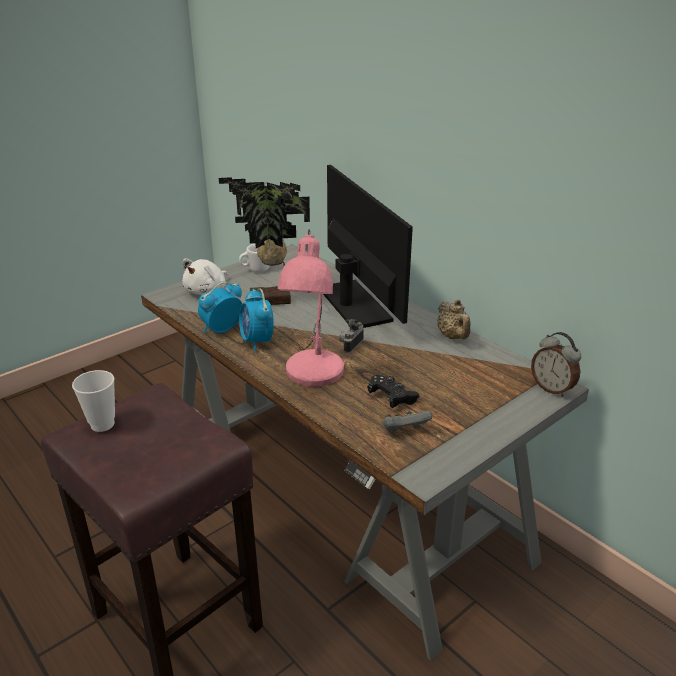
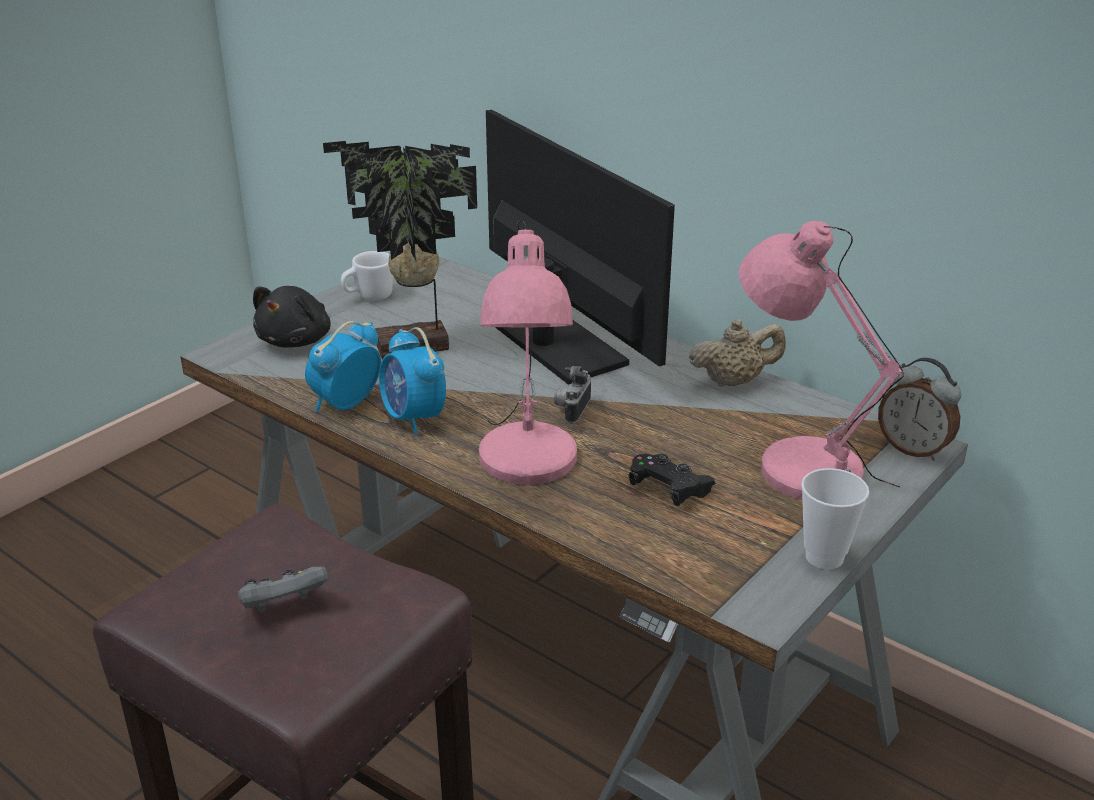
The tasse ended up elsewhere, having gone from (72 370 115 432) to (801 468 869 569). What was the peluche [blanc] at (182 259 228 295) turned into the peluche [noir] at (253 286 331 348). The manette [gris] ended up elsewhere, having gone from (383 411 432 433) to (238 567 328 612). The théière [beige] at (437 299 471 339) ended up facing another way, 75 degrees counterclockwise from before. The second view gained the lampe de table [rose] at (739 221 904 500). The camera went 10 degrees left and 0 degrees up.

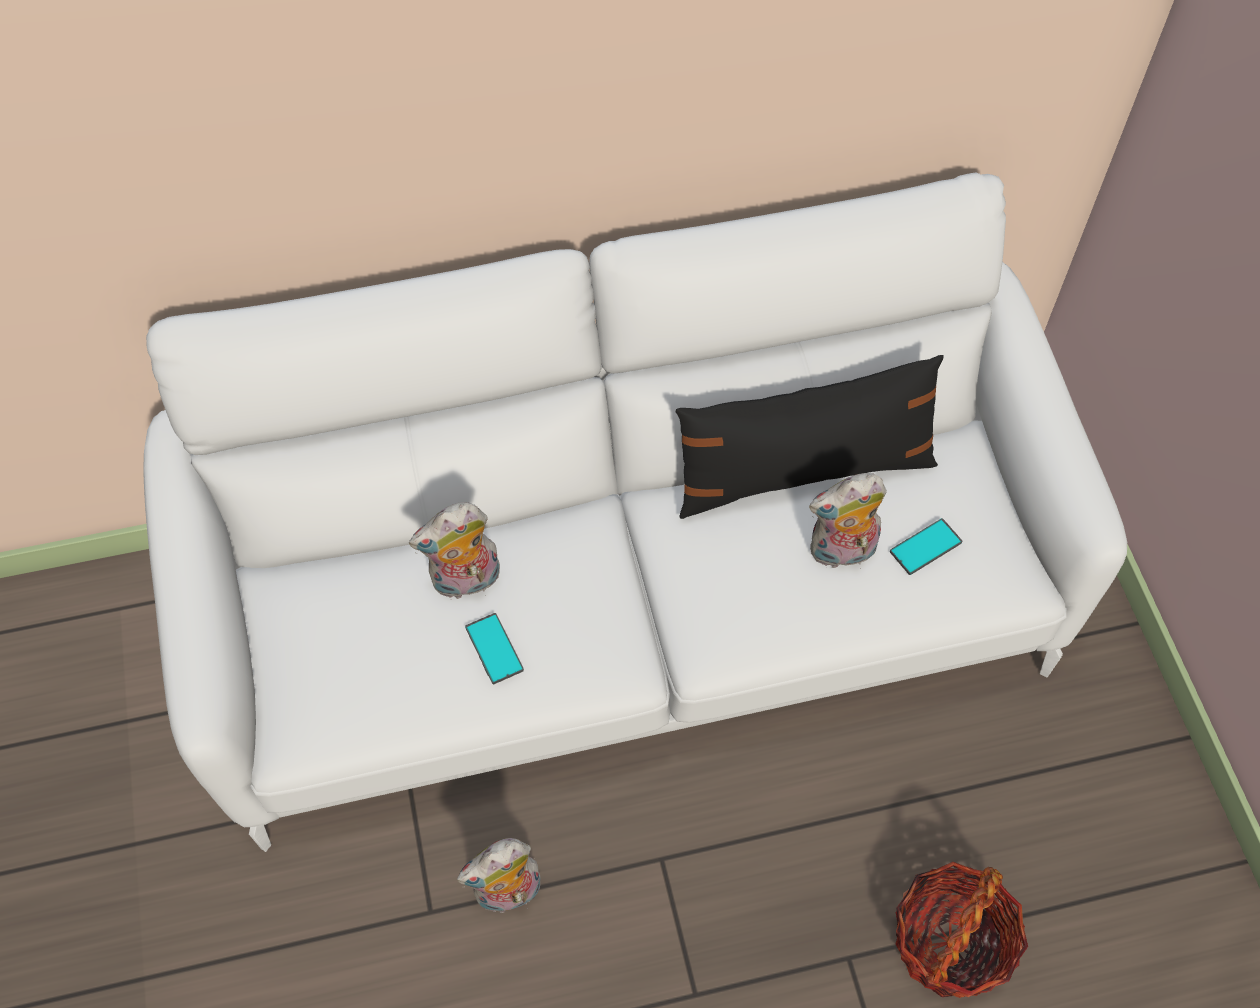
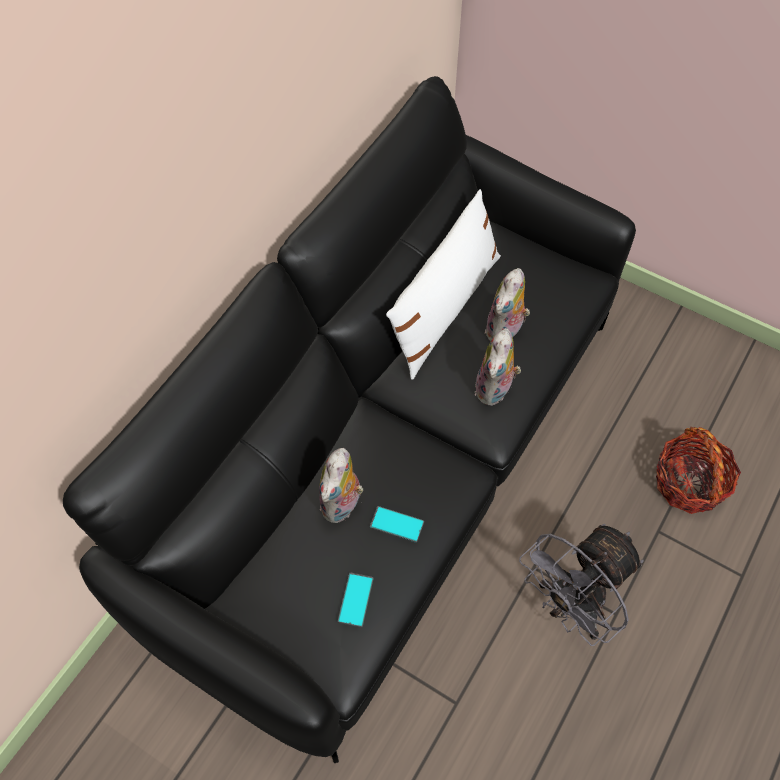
What was the canapé [blanc] at (143 172 1127 852) turned into the canapé [noir] at (63 76 636 763). The peluche ended up elsewhere, having gone from (457 838 541 913) to (474 328 521 406). What was the coussin [noir] at (676 355 944 519) turned into the coussin [blanc] at (386 189 501 380). The téléphone ended up elsewhere, having gone from (890 518 962 575) to (338 572 374 628). The second view gained the ventilateur [gris] at (519 524 644 646). The camera went 45 degrees left and 0 degrees up.

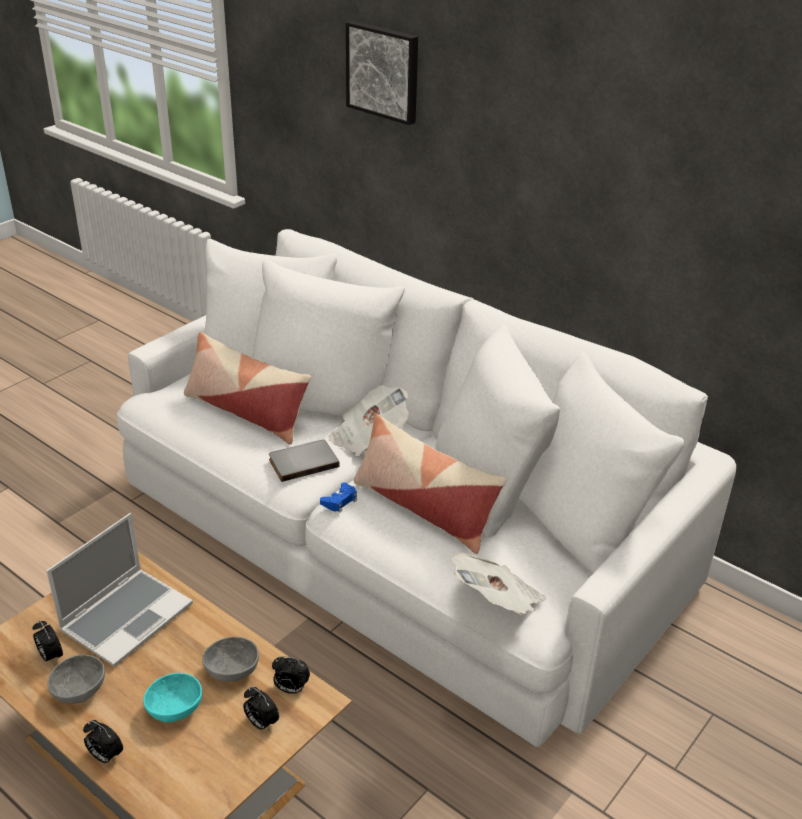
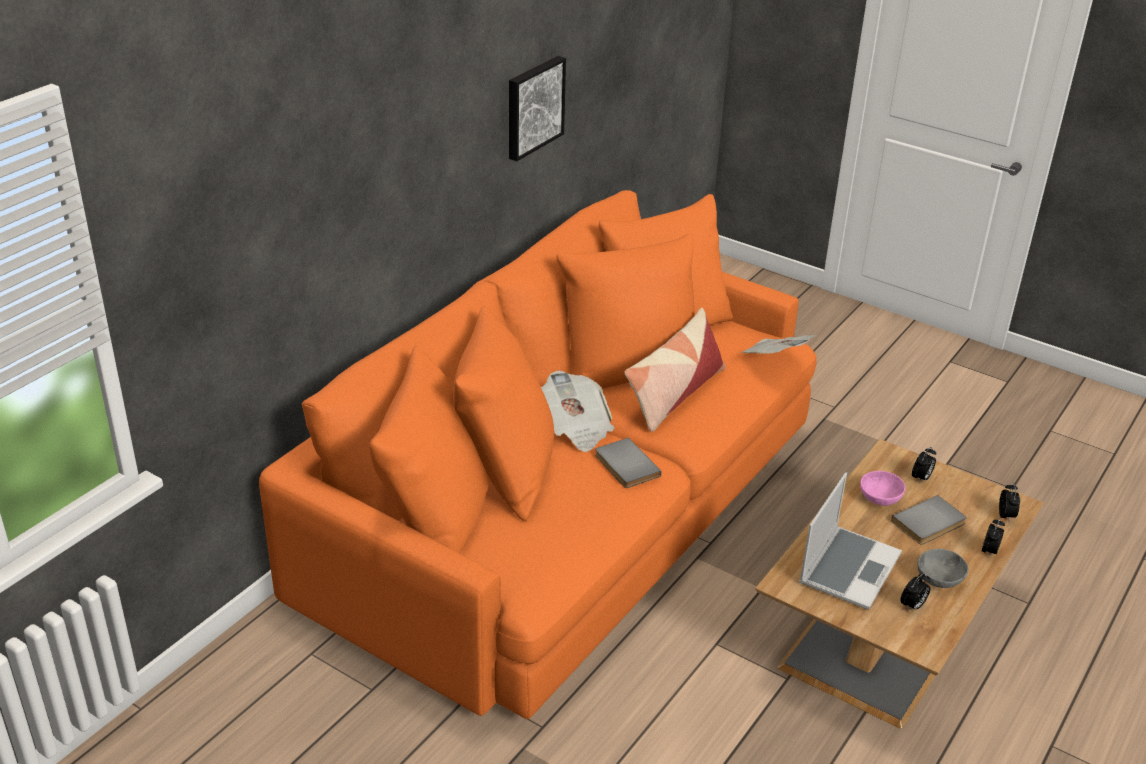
The ordinateur portable at (46 513 193 667) ended up facing another way, 90 degrees clockwise from before. What was the canapé [blanc] at (117 229 736 747) turned into the canapé [orange] at (259 190 817 719). Where the bol [turquoise] stood at (143 673 202 722), the livre [gris] came to stand at (891 495 967 545). The second view lost the coussin at (184 332 311 444). What was the bol [gris] at (202 637 259 682) turned into the bol [rose] at (860 471 906 506). The réveil ended up elsewhere, having gone from (272 656 310 694) to (999 483 1020 521). The second view lost the manette [bleu] at (320 482 357 512). The tableau ended up elsewhere, having gone from (346 21 418 125) to (509 56 566 161). The camera went 95 degrees left and 0 degrees up.

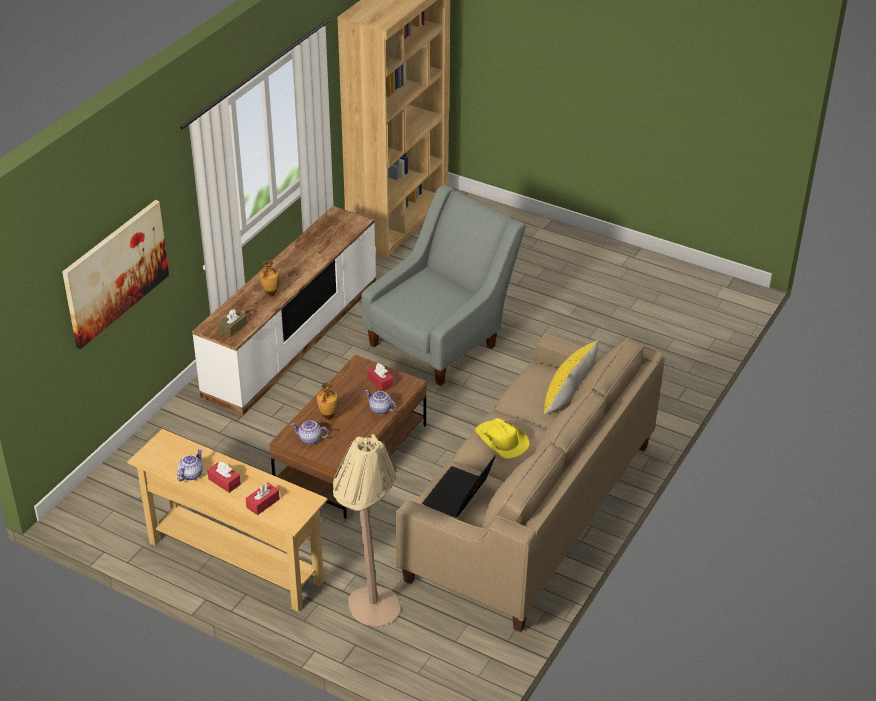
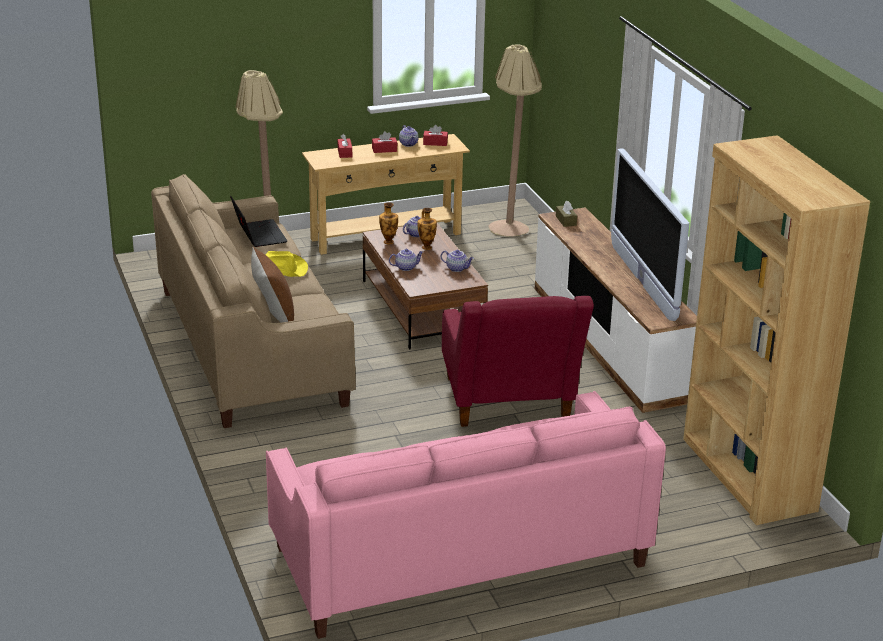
The second view lost the tableau at (62 200 169 349). The vase ended up elsewhere, having gone from (259 260 279 300) to (379 202 398 244). What was the fauteuil [gris] at (361 185 526 386) turned into the fauteuil [rouge] at (442 296 594 427). The boîte à mouchoirs [rouge] ended up elsewhere, having gone from (367 363 394 391) to (423 125 448 146). What was the coussin [jaune] at (544 340 599 415) turned into the coussin [marron] at (251 247 294 322). The second view gained the canapé [rose] at (266 391 666 639). The second view gained the théière at (441 250 474 272). The second view gained the lampadaire [beige] at (489 44 542 237). The second view gained the téléviseur at (611 148 689 321). The camera went 130 degrees right and 10 degrees down.

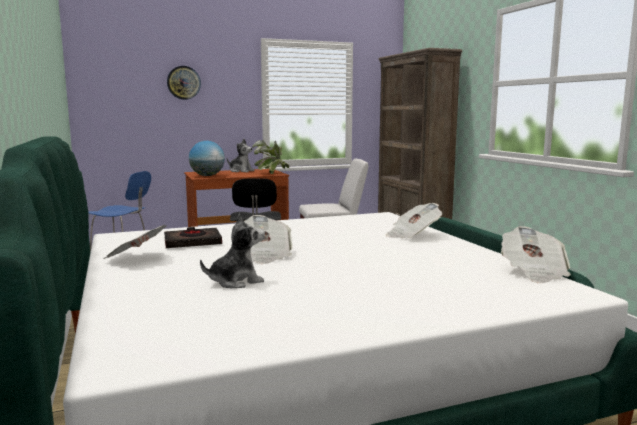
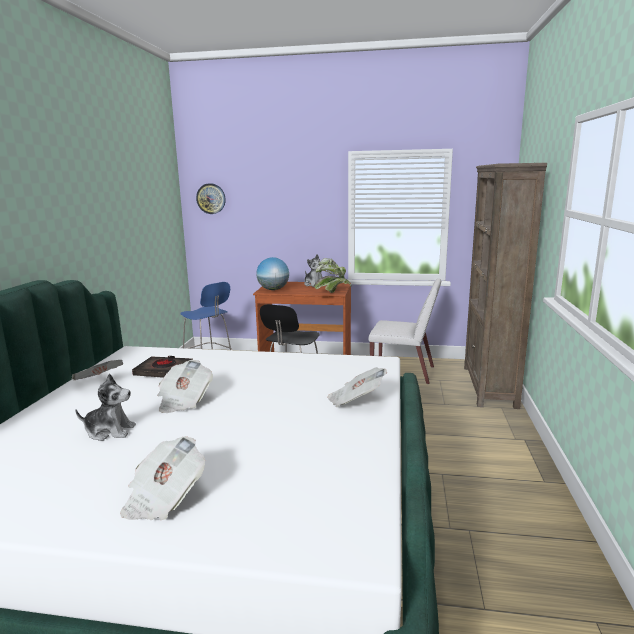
The horloge murale ended up elsewhere, having gone from (167 66 201 100) to (196 183 226 214). The journal ended up elsewhere, having gone from (501 226 571 283) to (120 436 205 520). The camera went 30 degrees right and 5 degrees up.

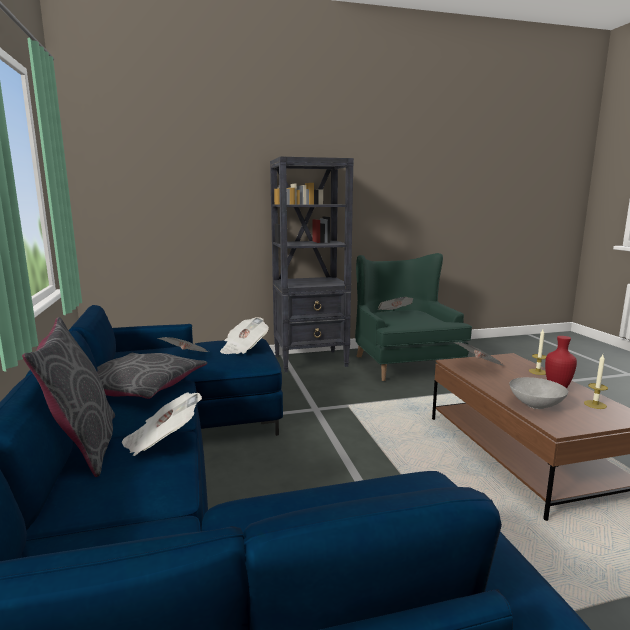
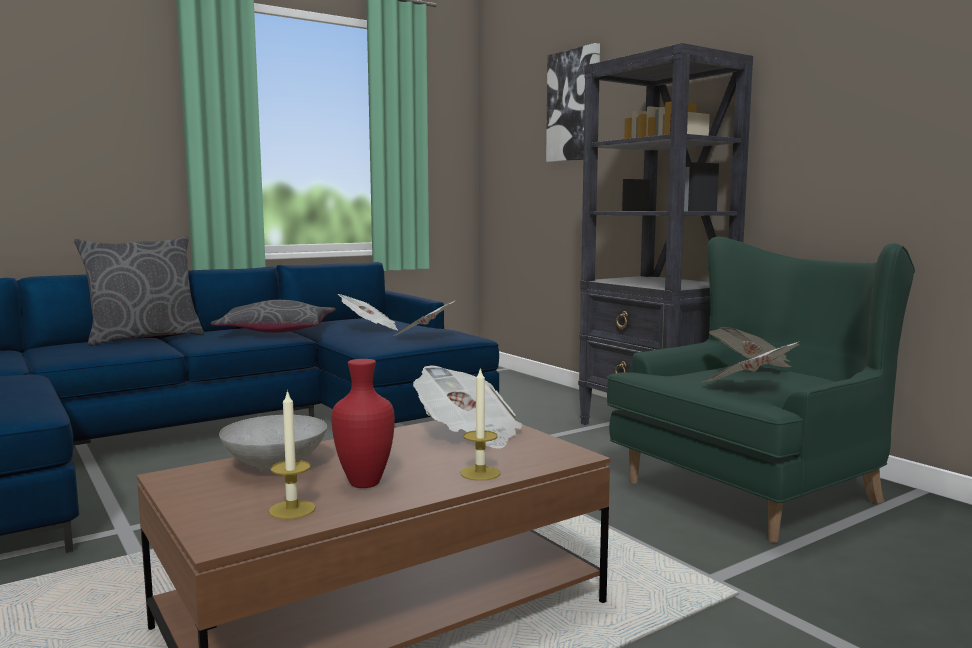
The journal ended up elsewhere, having gone from (122 392 202 456) to (702 342 799 382). The second view gained the tableau at (546 43 600 162). The camera went 70 degrees right and 5 degrees down.

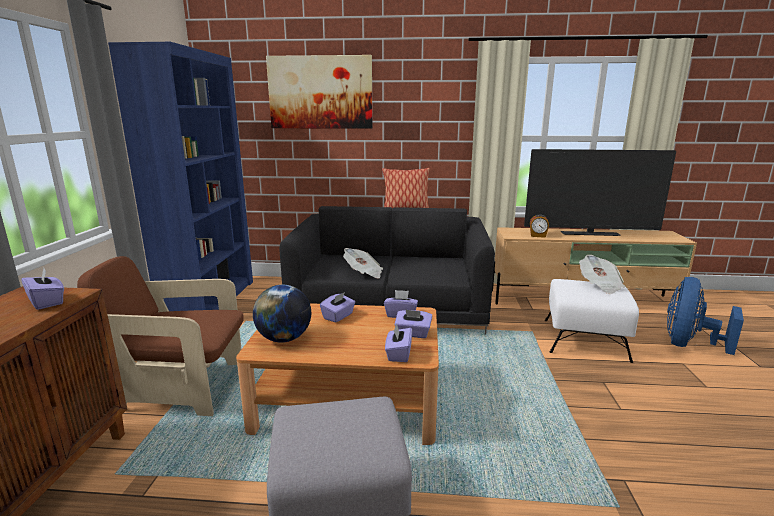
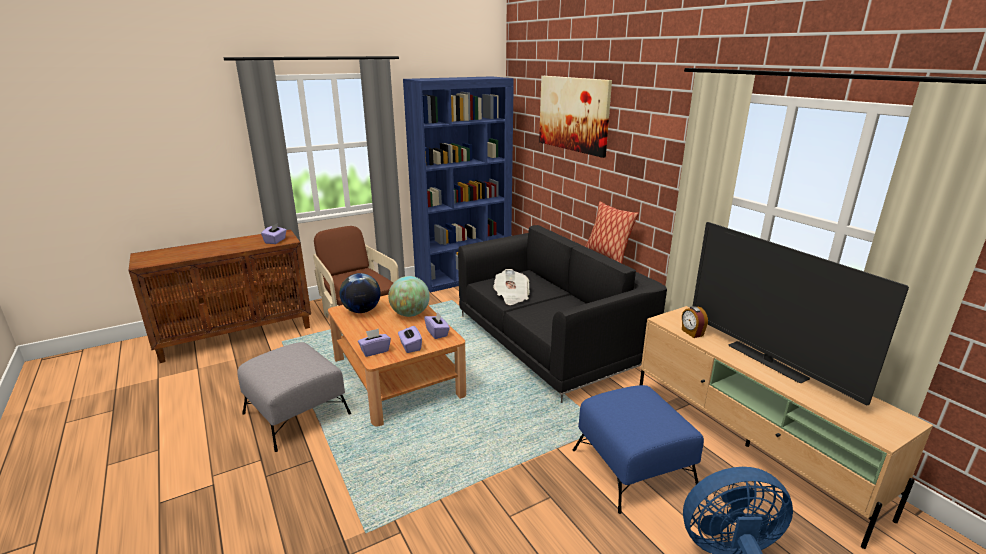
Where the boîte à mouchoirs [violet] stood at (320 292 355 323), the globe came to stand at (388 276 430 317). What was the pouf [blanc] at (545 279 639 363) turned into the pouf [bleu] at (573 385 704 514). The second view lost the journal at (579 255 626 294). The camera went 55 degrees right and 5 degrees up.

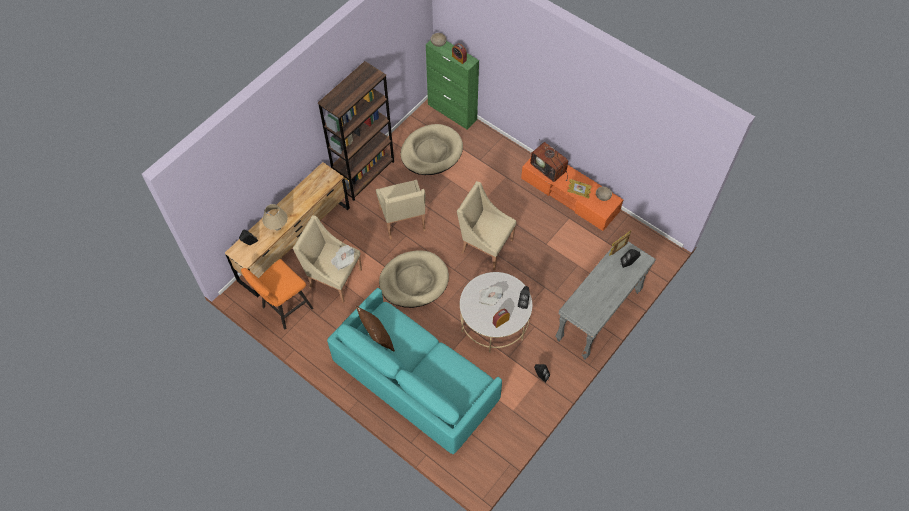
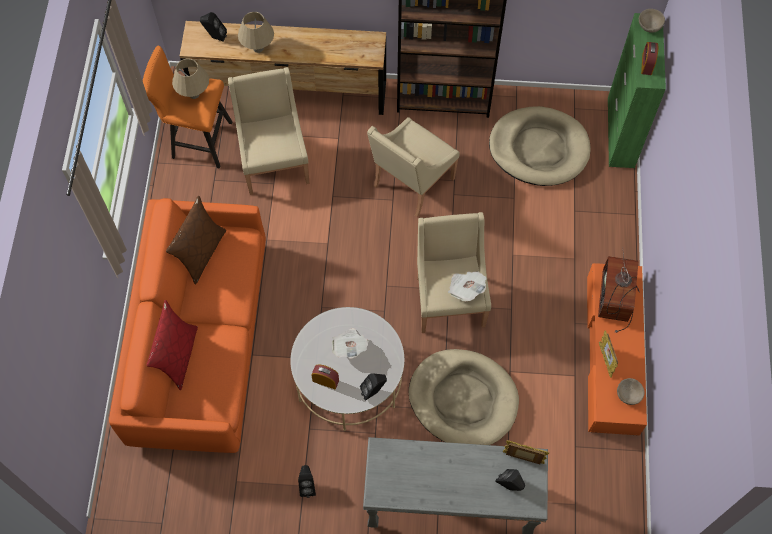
What was the canapé [turquoise] at (327 288 502 454) turned into the canapé [orange] at (109 198 266 453). The journal ended up elsewhere, having gone from (331 245 355 270) to (448 271 487 301). The panier pour chien [beige] ended up elsewhere, having gone from (379 250 449 308) to (409 349 519 445). The second view gained the coussin [rouge] at (147 300 198 390). The second view gained the lampe de table [beige] at (172 59 209 99). The camera went 55 degrees right and 5 degrees up.

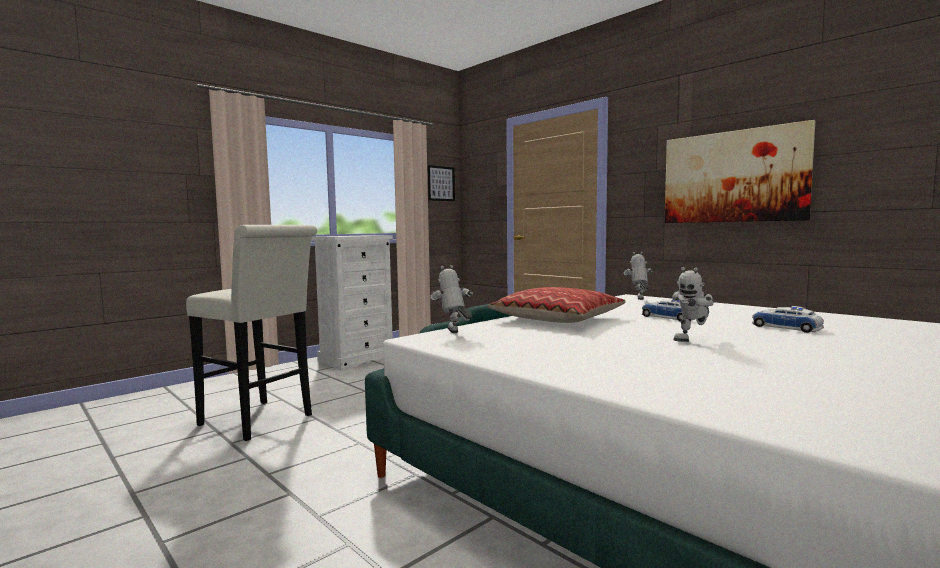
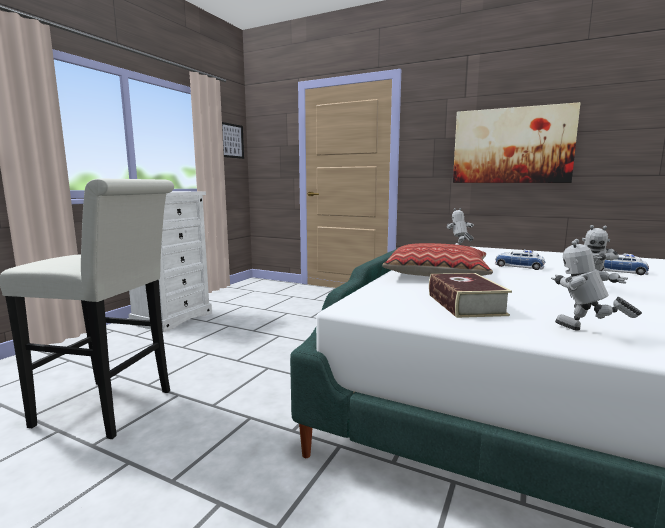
The robot jouet ended up elsewhere, having gone from (430 265 473 333) to (551 239 642 331). The second view gained the livre at (429 273 512 318). The camera went 20 degrees left and 5 degrees up.

